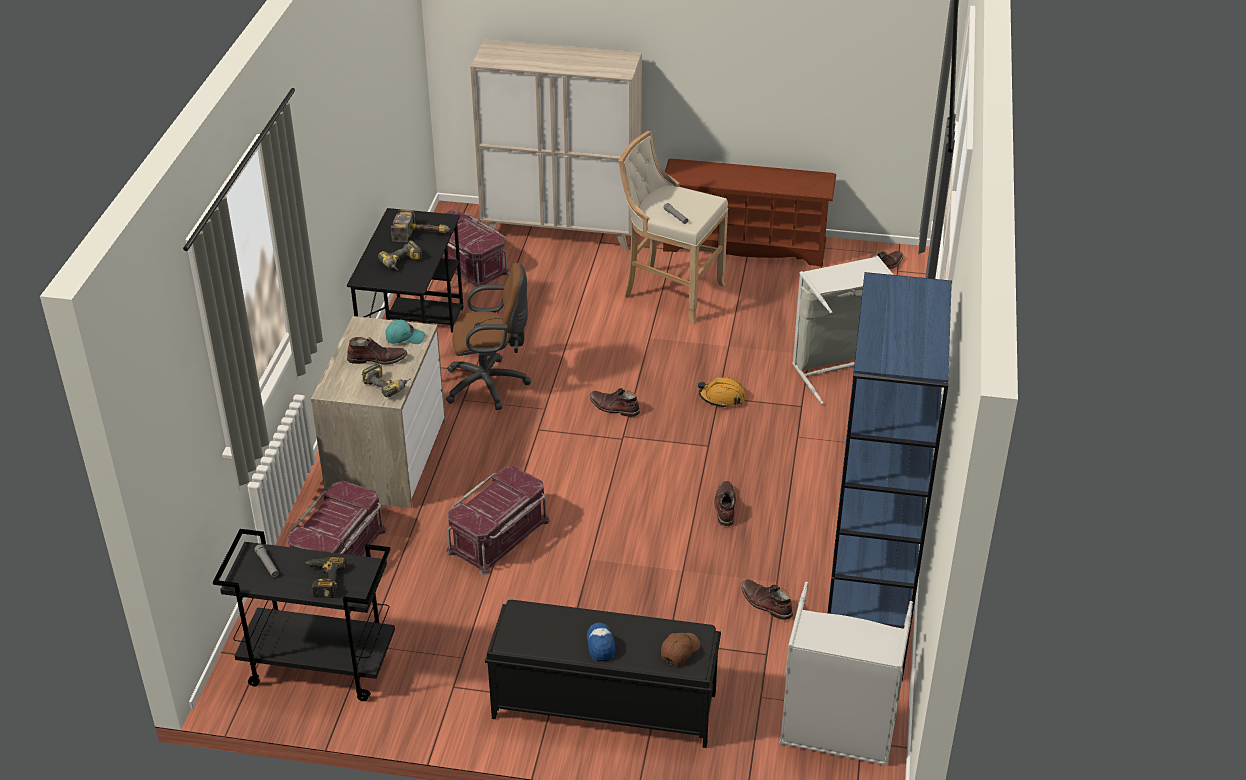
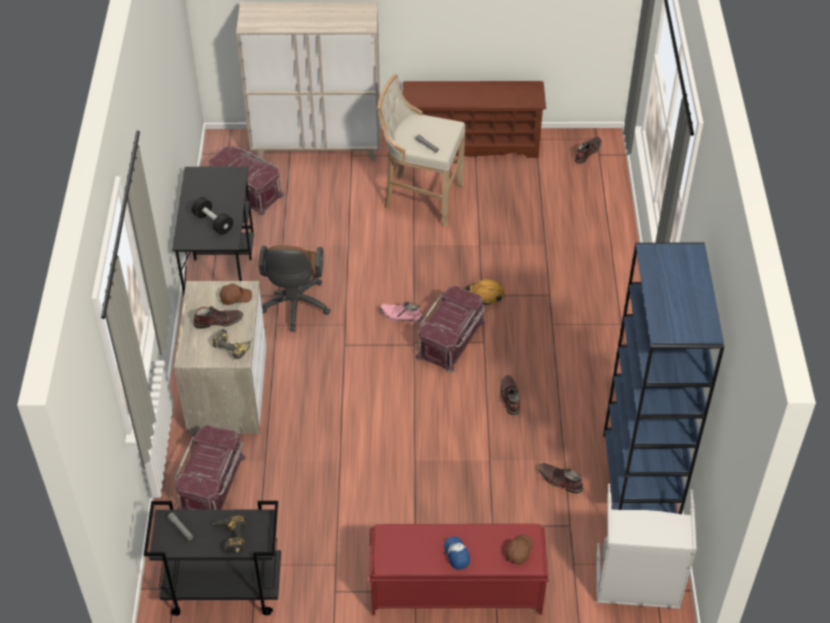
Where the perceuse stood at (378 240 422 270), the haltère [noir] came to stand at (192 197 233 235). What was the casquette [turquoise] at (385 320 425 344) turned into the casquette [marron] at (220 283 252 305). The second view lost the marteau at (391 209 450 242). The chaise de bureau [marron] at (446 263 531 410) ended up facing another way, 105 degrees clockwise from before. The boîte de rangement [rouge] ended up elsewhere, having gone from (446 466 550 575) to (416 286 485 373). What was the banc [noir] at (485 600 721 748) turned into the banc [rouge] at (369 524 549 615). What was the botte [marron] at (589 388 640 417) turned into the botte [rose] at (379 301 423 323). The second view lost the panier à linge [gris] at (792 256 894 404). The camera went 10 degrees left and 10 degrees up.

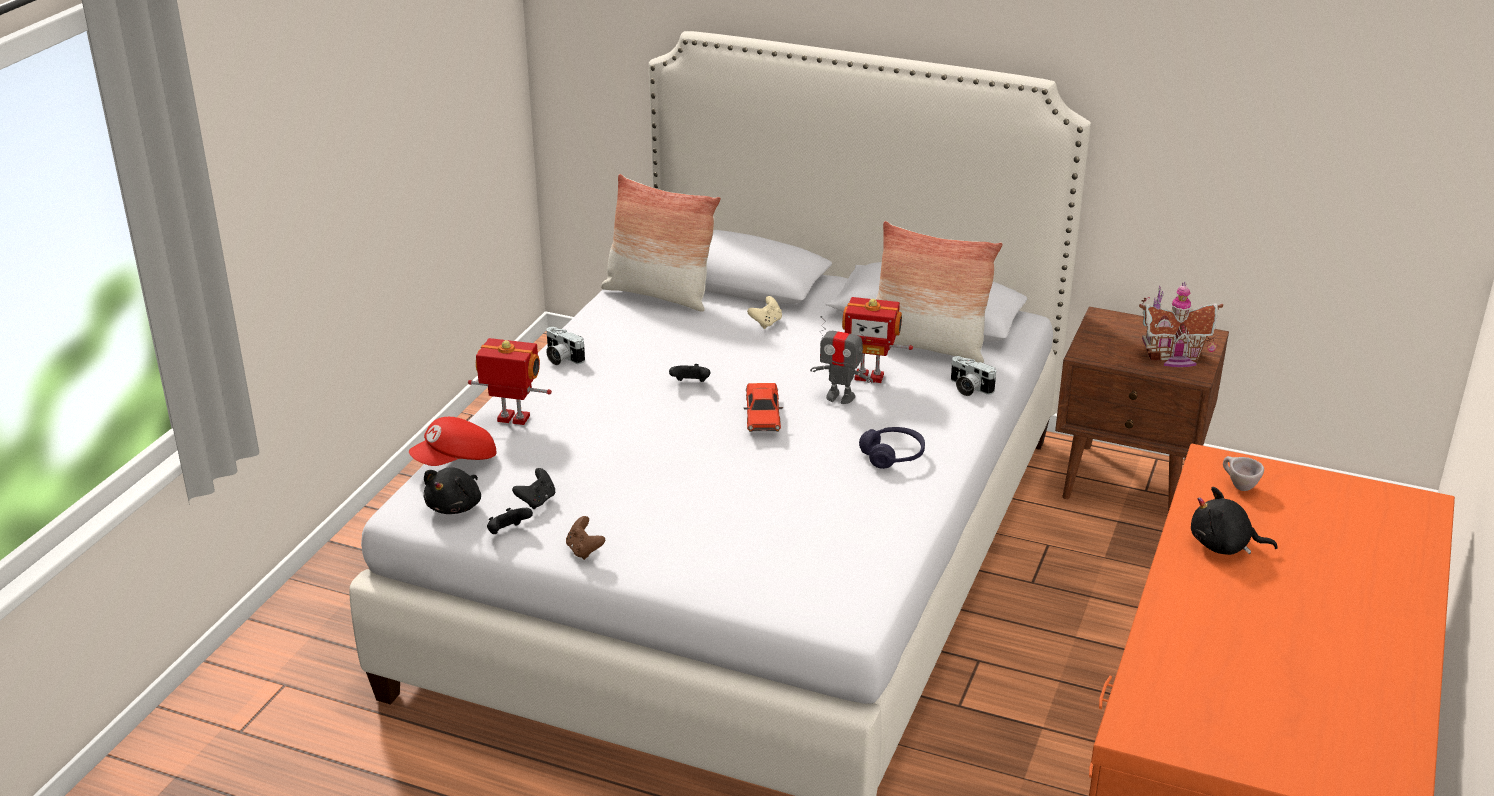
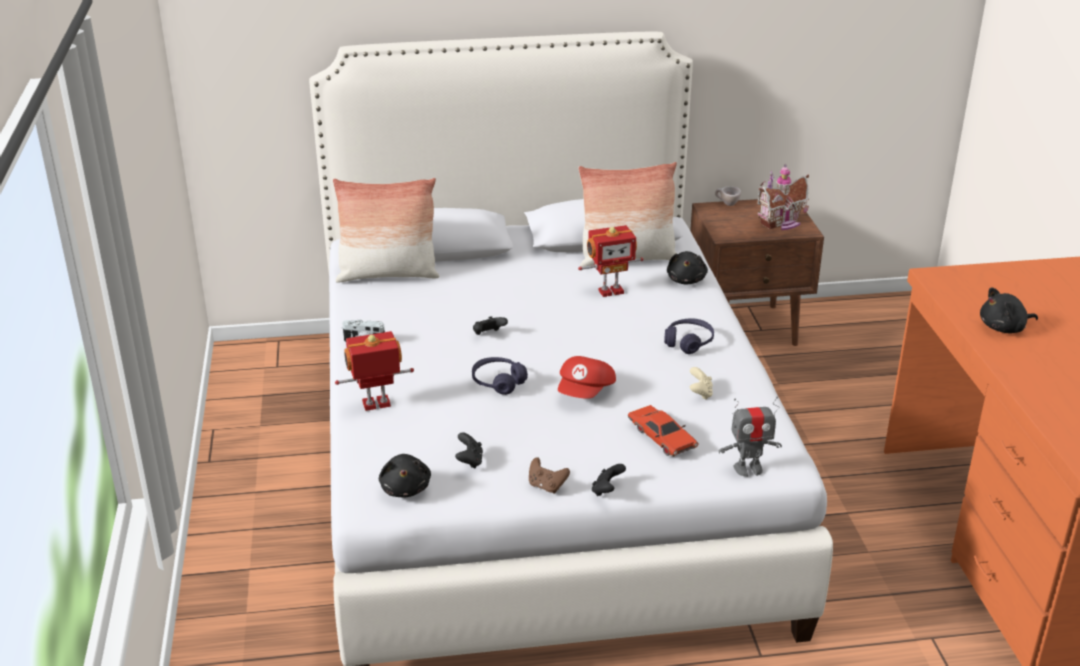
The casquette [rouge] ended up elsewhere, having gone from (409 417 496 466) to (558 356 616 399). The manette [noir] ended up elsewhere, having gone from (487 508 533 534) to (592 464 626 496). The petite voiture [rouge] ended up elsewhere, having gone from (743 383 783 432) to (628 405 699 457). The manette [beige] ended up elsewhere, having gone from (747 296 782 329) to (690 367 713 400). The robot jouet ended up elsewhere, having gone from (810 316 873 404) to (718 397 782 477). Where the appareil photo stood at (951 356 996 396), the peluche [noir] came to stand at (667 251 708 284). The tasse [beige] ended up elsewhere, having gone from (1223 456 1264 491) to (715 186 741 206). The second view gained the casque audio [violet] at (472 357 528 395). The camera went 30 degrees left and 0 degrees up.

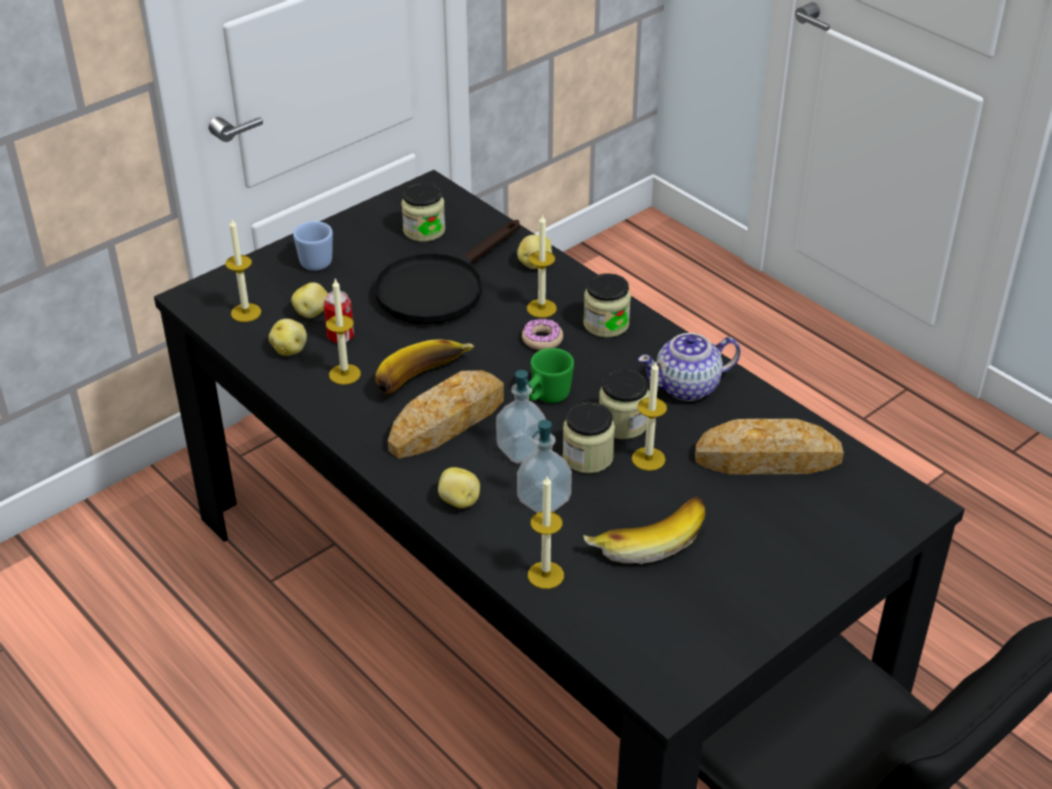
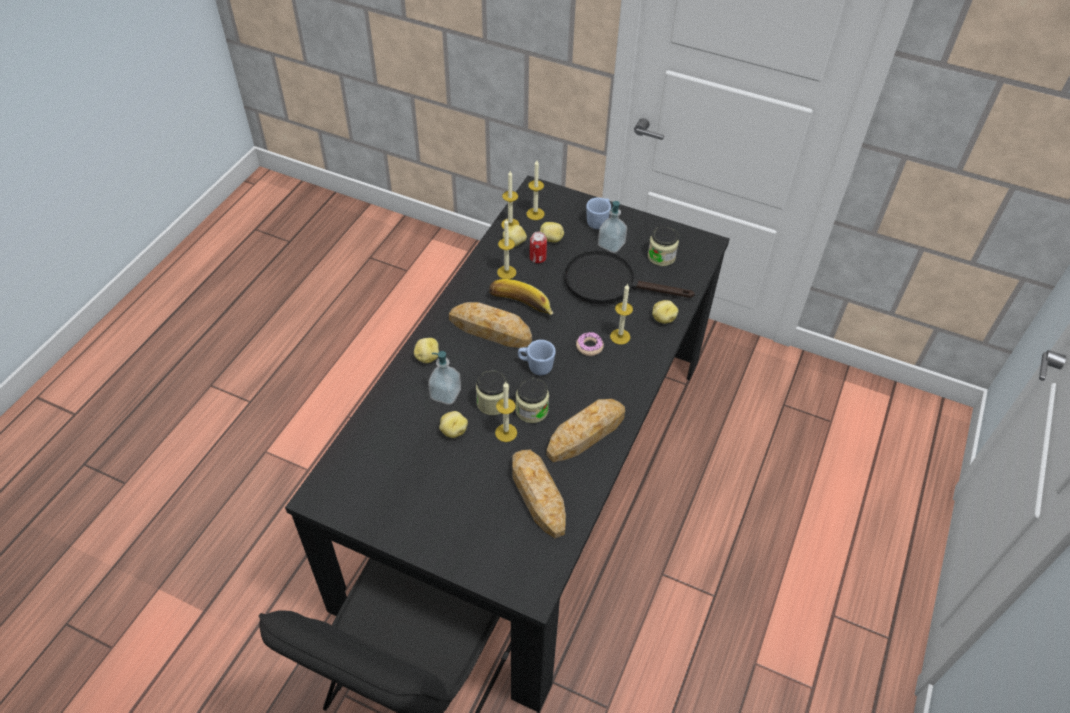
The distributeur de savon ended up elsewhere, having gone from (496 370 546 464) to (598 201 627 253). The bougie ended up elsewhere, having gone from (528 476 564 589) to (501 171 519 229). What was the mug [vert] at (529 348 574 403) turned into the mug [bleu] at (518 340 556 375). The second view lost the bocal at (583 273 631 338). The second view lost the banane at (583 497 705 564). Where the théière stood at (638 333 741 401), the pain came to stand at (546 399 625 462). The second view gained the pomme de terre at (439 411 468 438). The camera went 65 degrees right and 10 degrees up.

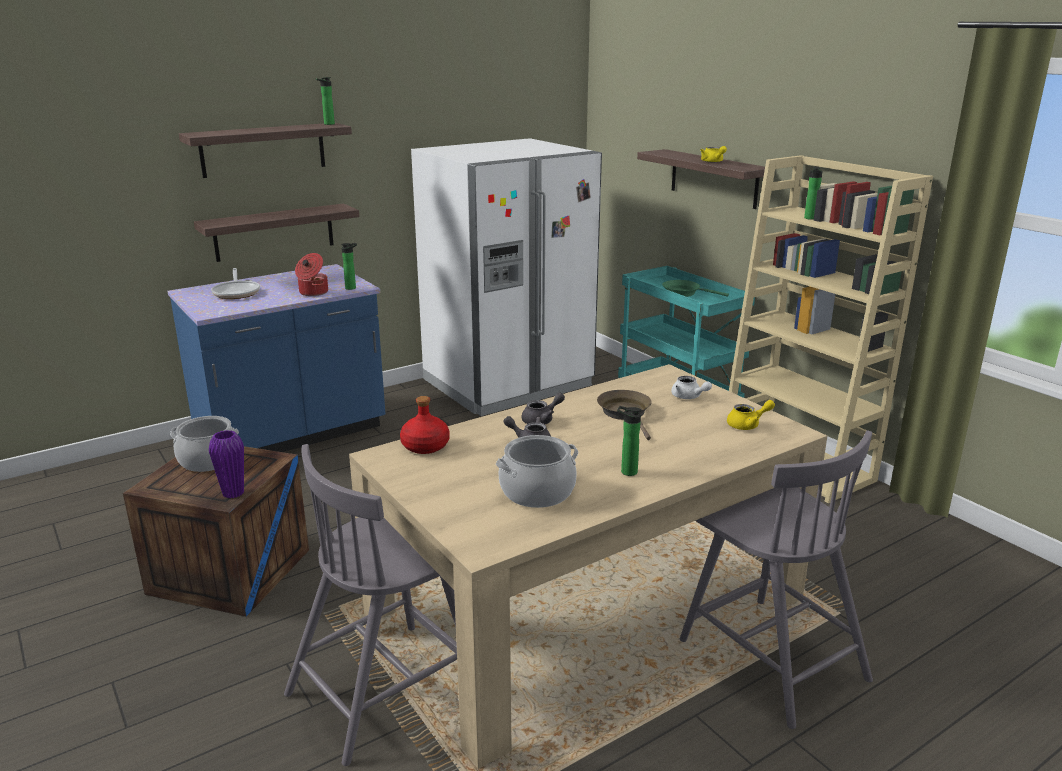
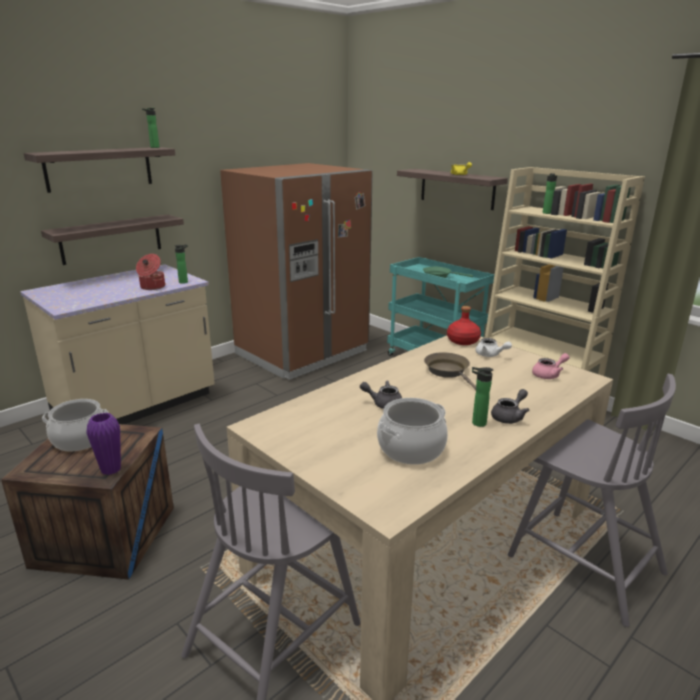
What was the comptoir de cuisine [bleu] at (167 264 385 452) turned into the comptoir de cuisine [beige] at (20 264 215 425). The second view lost the poêle at (211 268 260 299). The bouteille [rouge] ended up elsewhere, having gone from (400 396 450 454) to (447 306 481 345). What was the réfrigérateur [blanc] at (411 138 602 416) turned into the réfrigérateur [marron] at (220 163 373 380). The théière [gris] ended up elsewhere, having gone from (522 393 565 424) to (491 389 529 424). What was the théière [jaune] at (727 400 775 430) turned into the théière [rose] at (532 353 569 379). The camera went 10 degrees left and 0 degrees up.

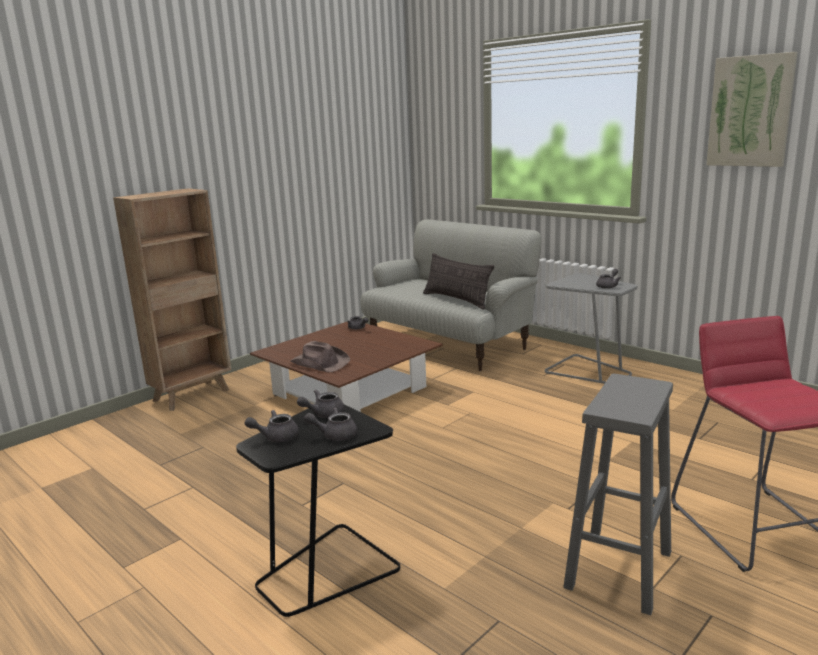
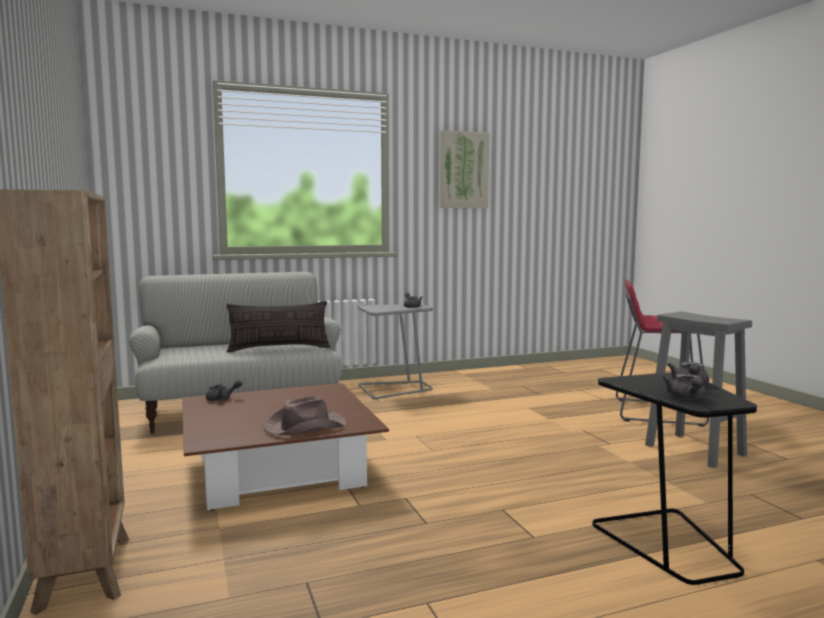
The second view lost the théière [gris] at (297 390 345 418). The camera went 65 degrees left and 10 degrees down.

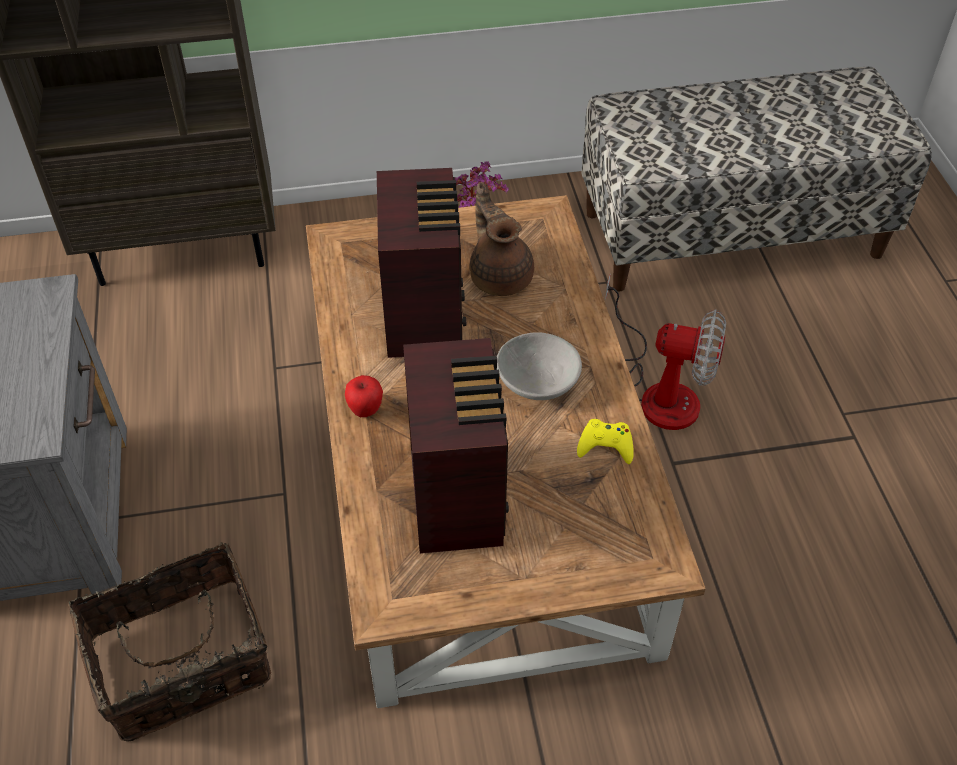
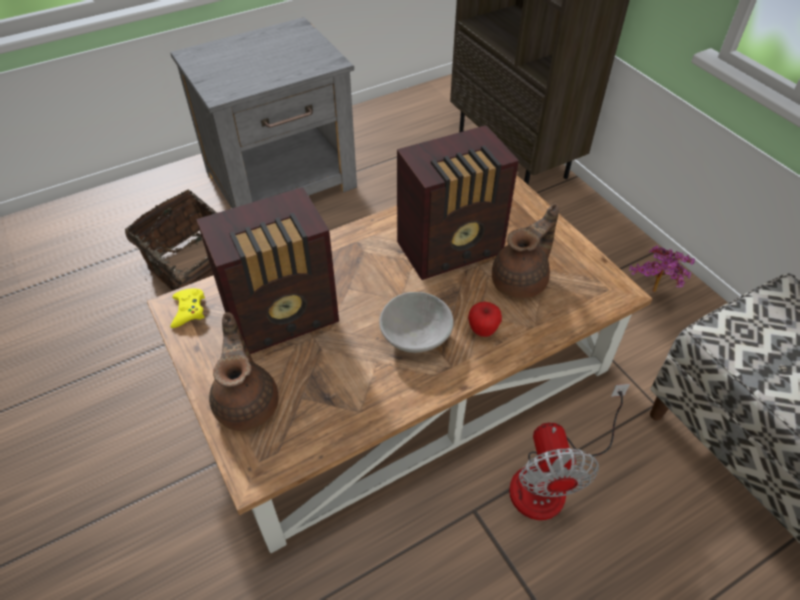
The pomme ended up elsewhere, having gone from (345 375 383 417) to (468 302 502 337). The manette [jaune] ended up elsewhere, having gone from (577 419 634 464) to (170 289 205 328). The second view gained the théière [marron] at (209 312 278 431). The camera went 70 degrees right and 0 degrees up.

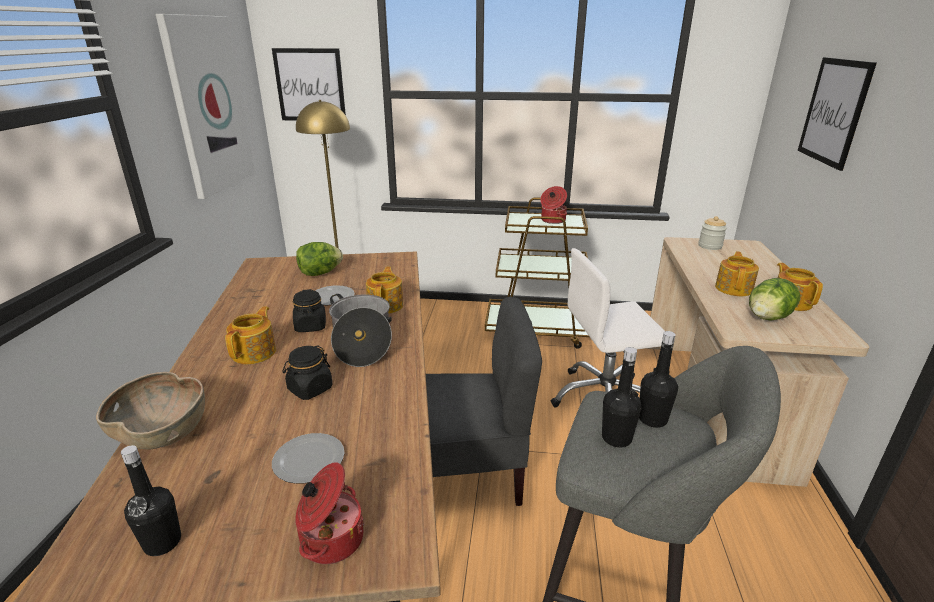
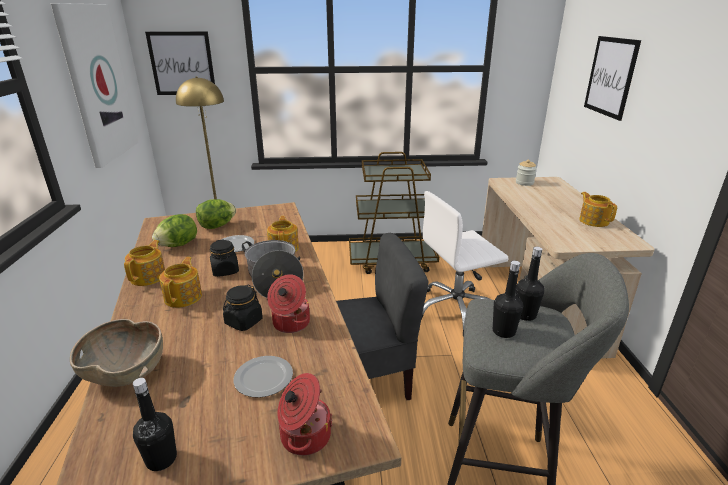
The marmite ended up elsewhere, having gone from (540 186 567 224) to (267 274 310 333). The théière ended up elsewhere, having gone from (715 251 759 296) to (124 240 165 286). The laitue ended up elsewhere, having gone from (749 278 800 321) to (152 214 197 247). The camera went 10 degrees left and 0 degrees up.

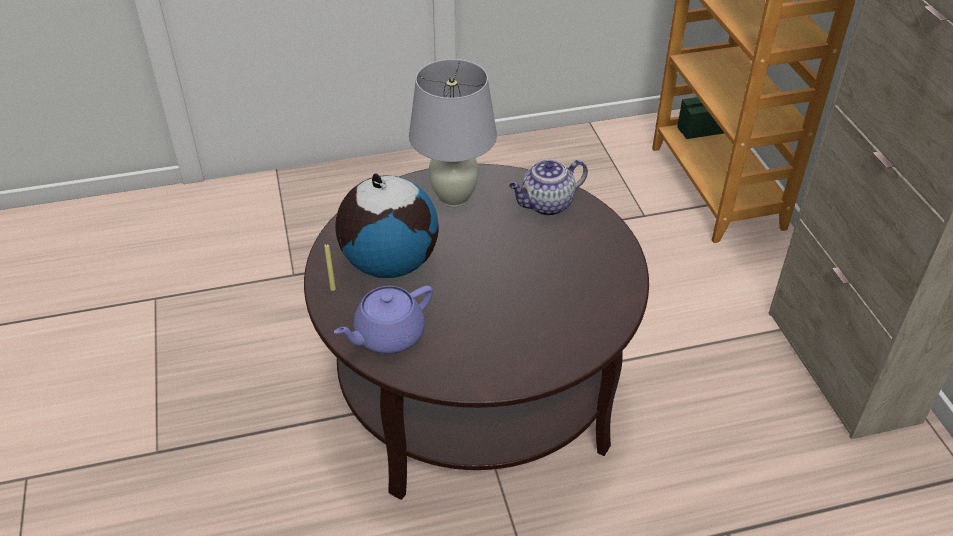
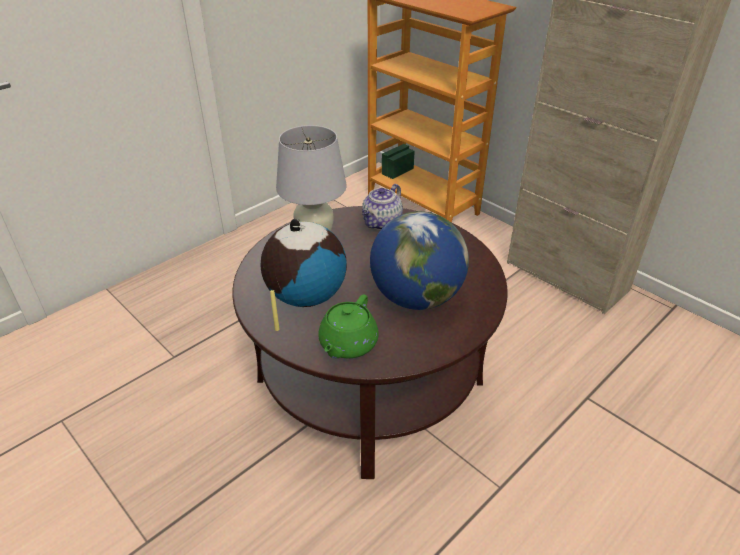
What was the théière [violet] at (334 286 433 354) turned into the théière [vert] at (318 294 379 358). The second view gained the globe at (370 211 469 310). The camera went 30 degrees left and 5 degrees down.

